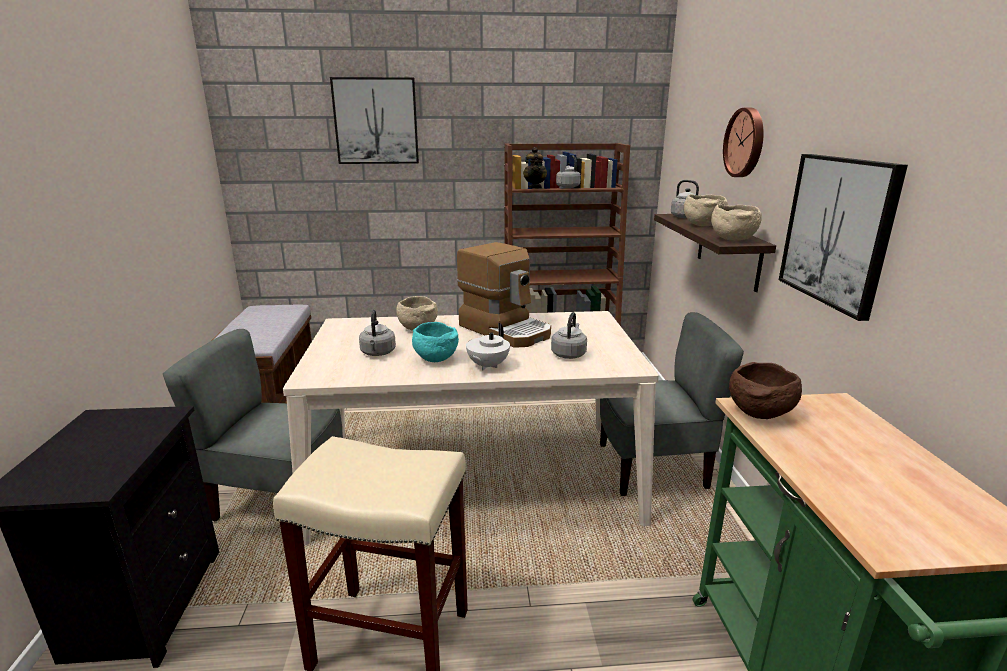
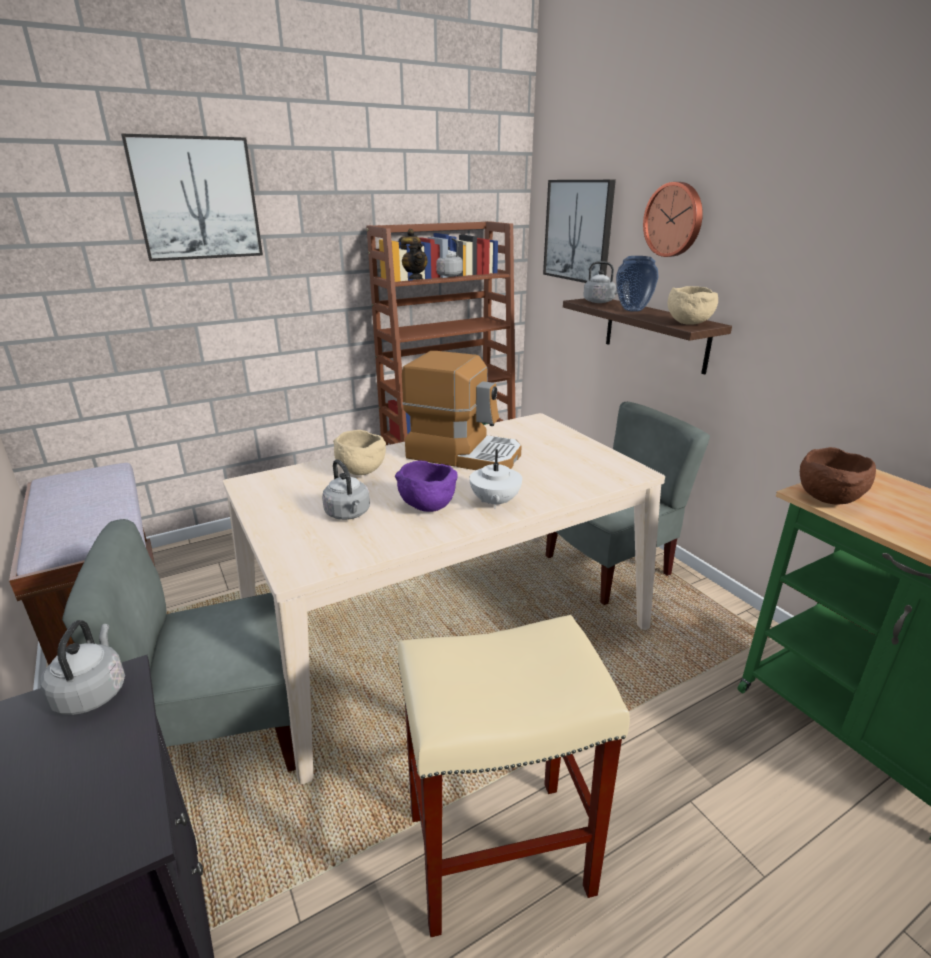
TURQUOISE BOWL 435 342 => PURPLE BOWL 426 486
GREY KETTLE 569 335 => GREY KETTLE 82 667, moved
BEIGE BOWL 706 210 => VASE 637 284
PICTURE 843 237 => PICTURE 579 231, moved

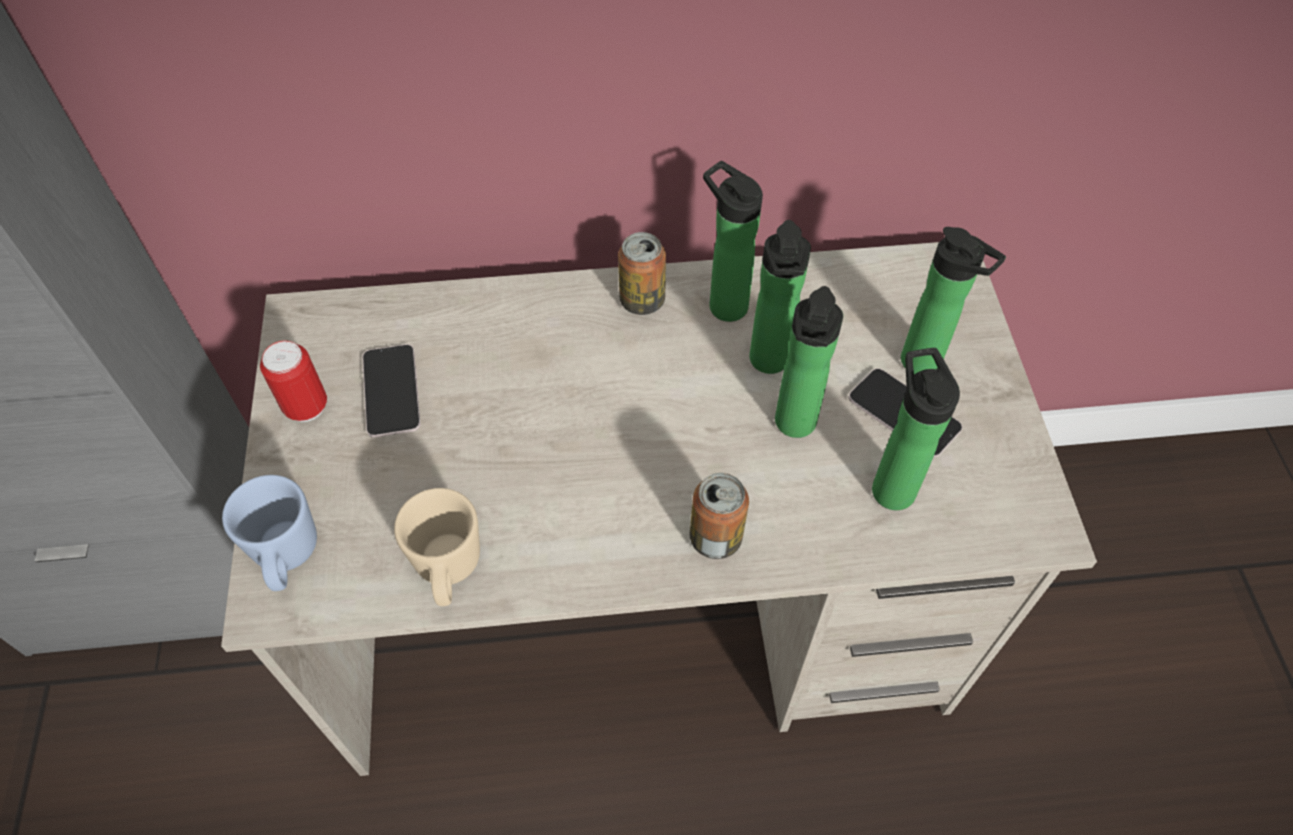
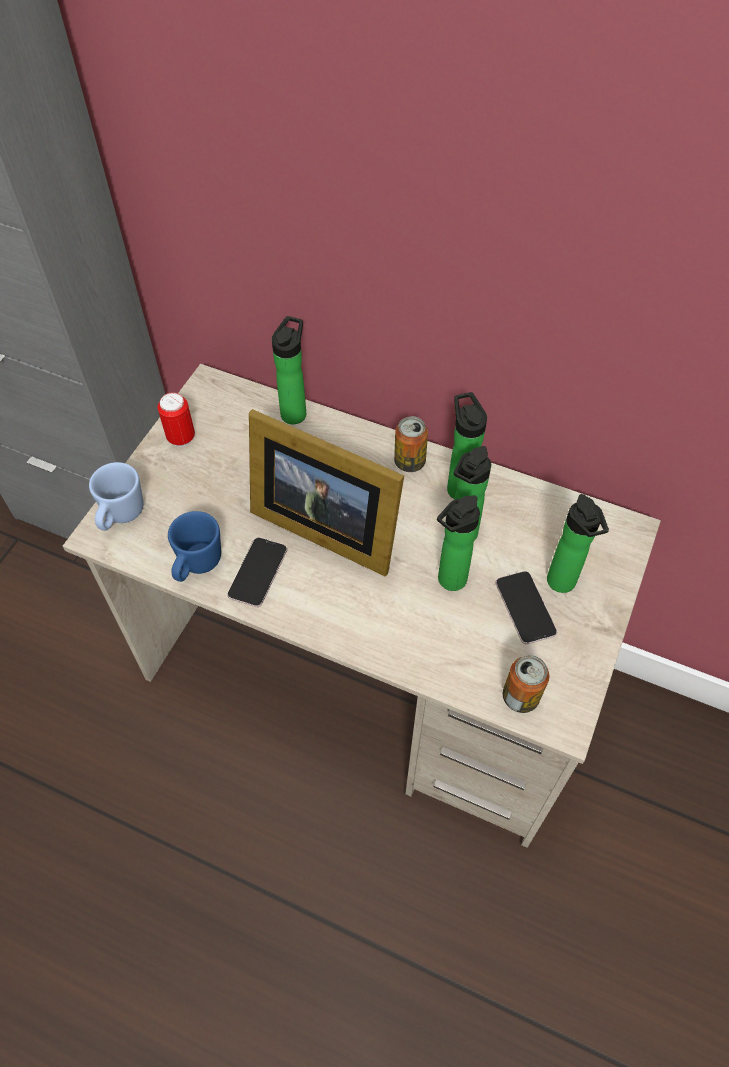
PHONE 391 391 => PHONE 257 572, moved
BEIGE MUG 437 547 => BLUE MUG 194 546
CAN 719 516 => CAN 526 684, moved
BOTTLE 916 429 => BOTTLE 289 370, moved
nothing => PICTURE FRAME 326 492

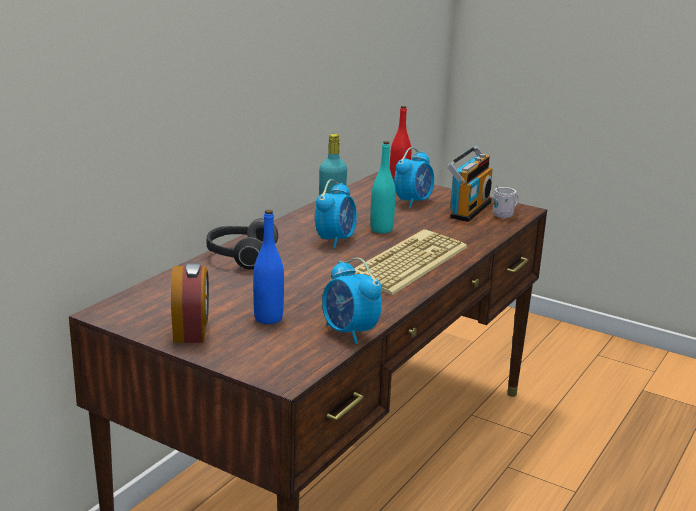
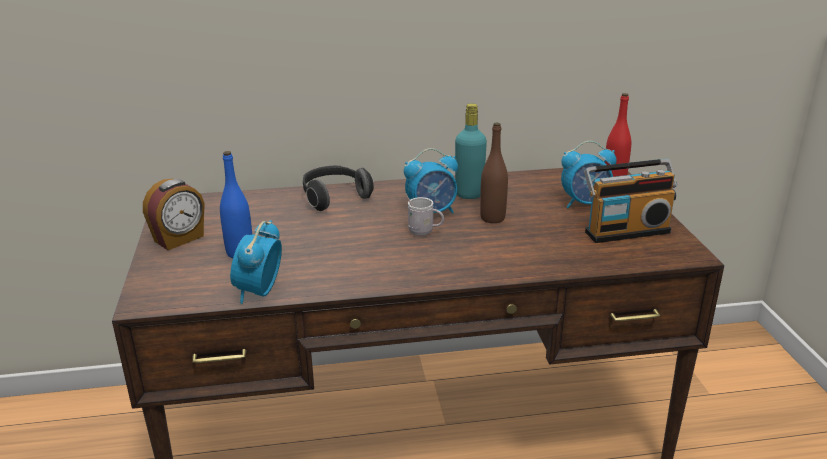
KEYBOARD 410 262 => nothing
TURQUOISE BOTTLE 383 187 => BROWN BOTTLE 494 172
WHITE MUG 506 201 => WHITE MUG 424 214, moved

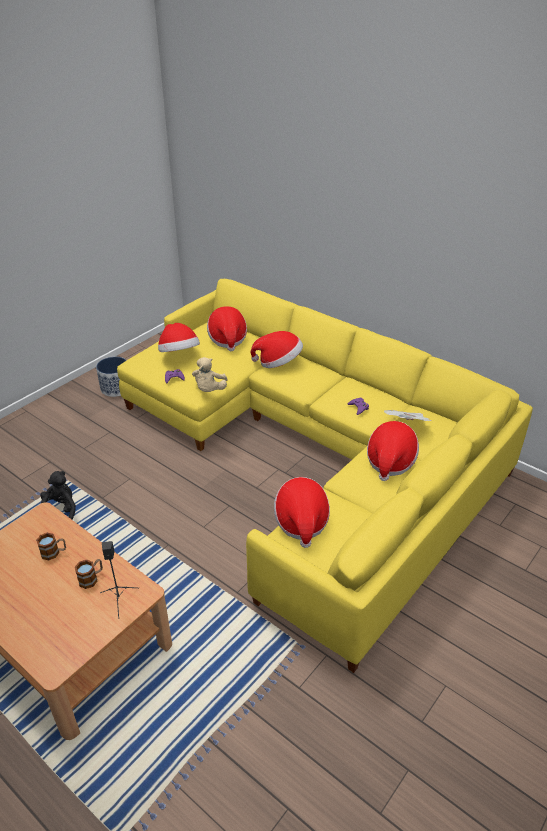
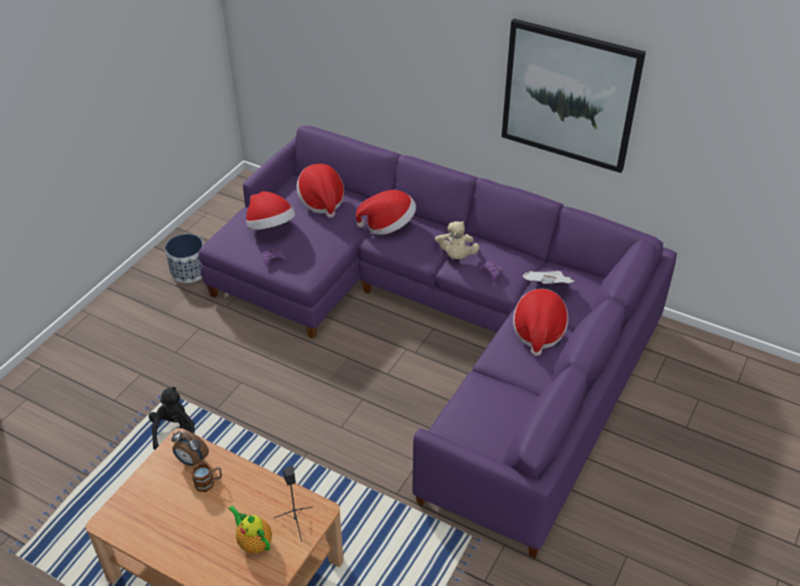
MUG 89 574 => nothing
YELLOW SOFA 325 476 => PURPLE SOFA 437 341
BEIGE PLUSH TOY 210 374 => BEIGE PLUSH TOY 457 240, moved
HAT 302 512 => nothing
nothing => ALARM CLOCK 190 448
nothing => TEAPOT 250 529
nothing => PICTURE 574 96

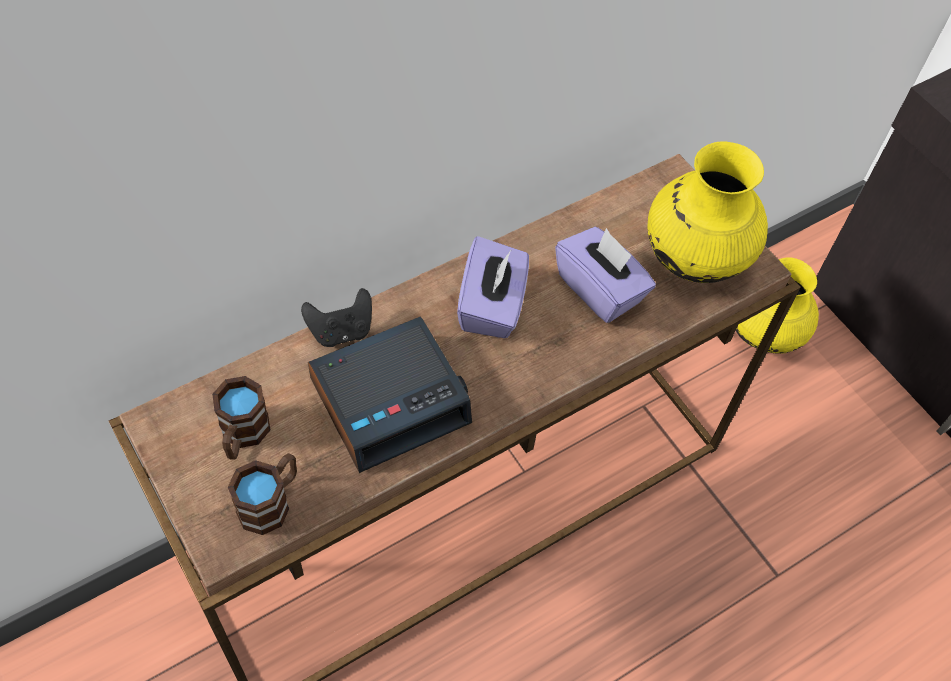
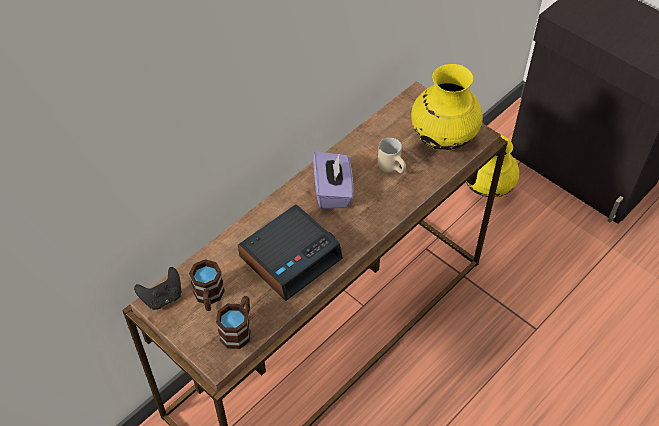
BLACK GAME CONTROLLER 336 317 => BLACK GAME CONTROLLER 157 288, moved
PURPLE TISSUE BOX 605 275 => BEIGE MUG 392 155

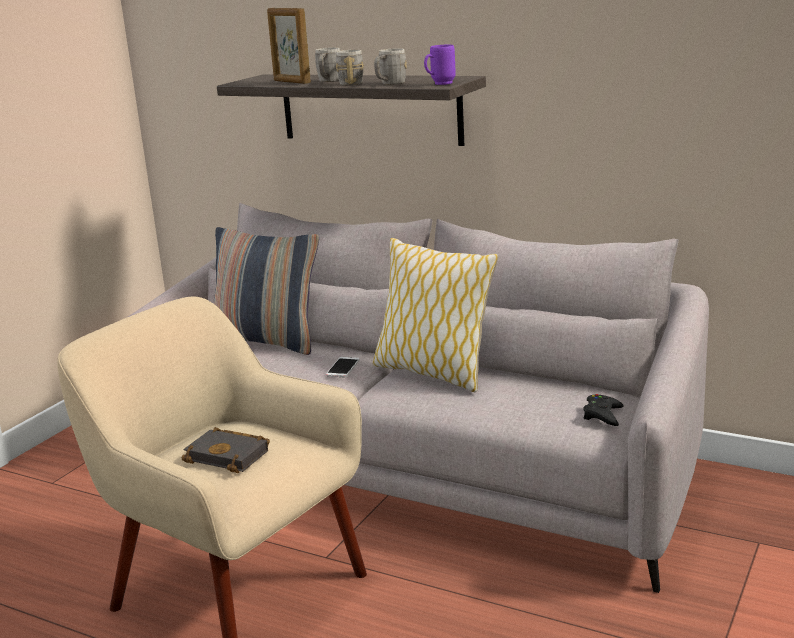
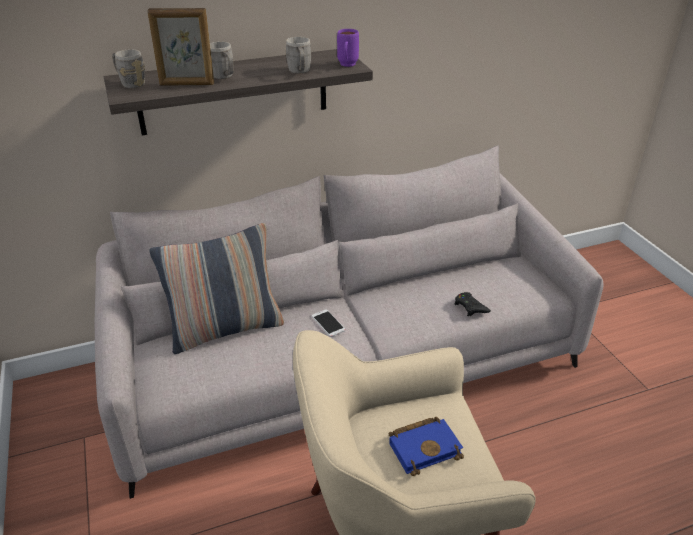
BLACK BOOK 226 450 => BLUE BOOK 426 446
GREY MUG 350 67 => GREY MUG 128 68, moved
PILLOW 435 315 => nothing
BLACK GAME CONTROLLER 603 410 => BLACK GAME CONTROLLER 472 304, moved

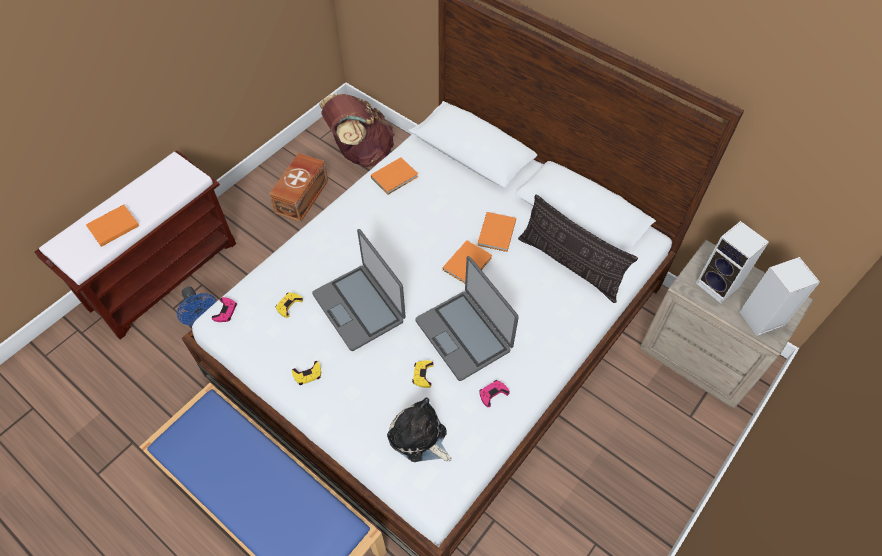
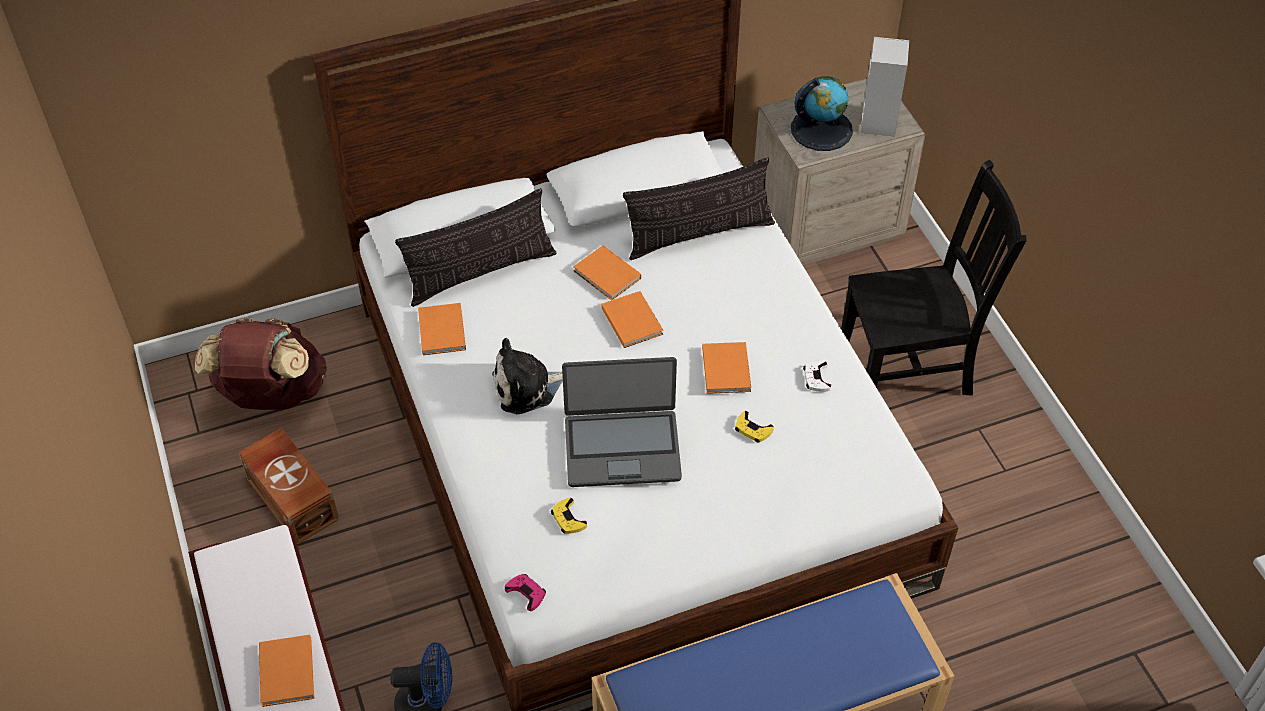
YELLOW GAME CONTROLLER 306 373 => nothing
PLUSH TOY 419 430 => PLUSH TOY 527 376, moved
LAPTOP 467 318 => ORANGE BOOK 726 368
PINK GAME CONTROLLER 494 393 => WHITE GAME CONTROLLER 817 376
SPEAKER 732 262 => GLOBE 822 113
nothing => PILLOW 476 247
nothing => BLACK CHAIR 934 278

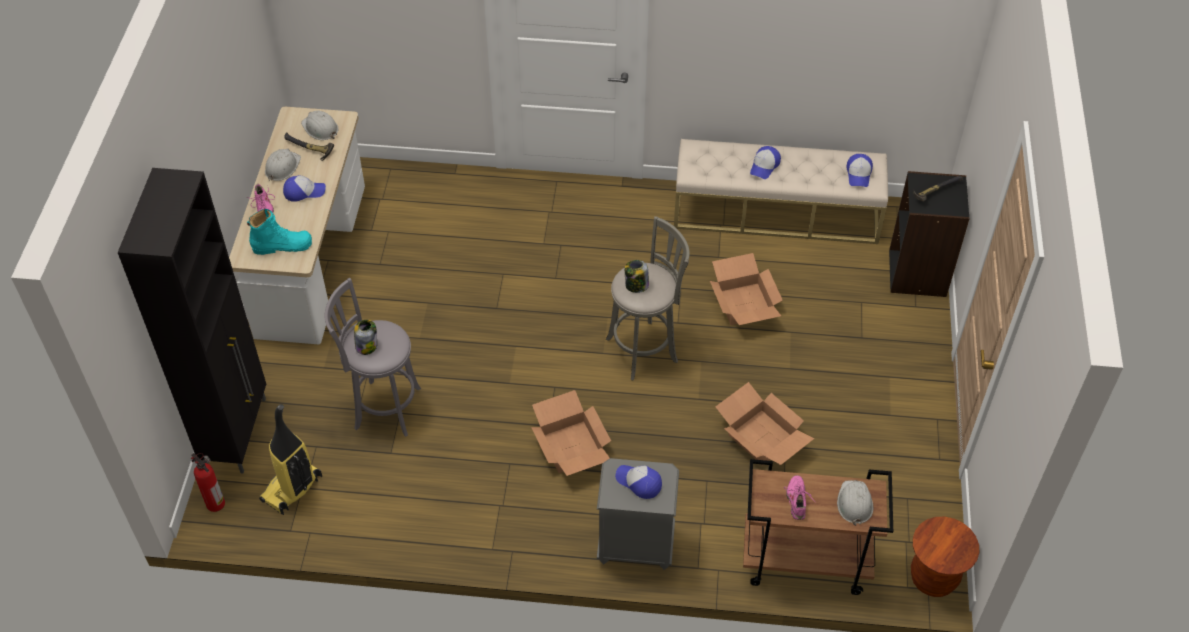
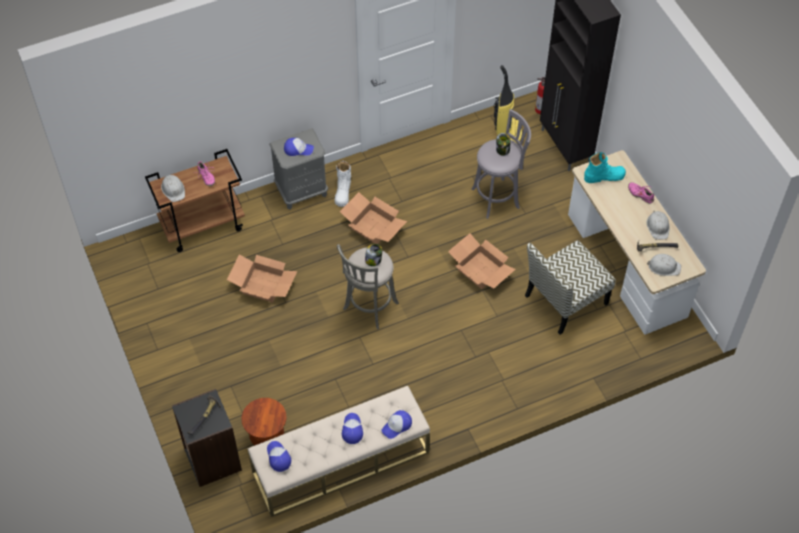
TURQUOISE BOOT 279 232 => TURQUOISE BOOT 605 167, 150 degrees counterclockwise
CAP 304 188 => CAP 396 424, moved
CARDBOARD BOX 746 289 => CARDBOARD BOX 482 261, moved
BROWN STOOL 945 557 => BROWN STOOL 264 422, moved
nothing => WHITE BOOT 342 184
nothing => CHAIR 570 287

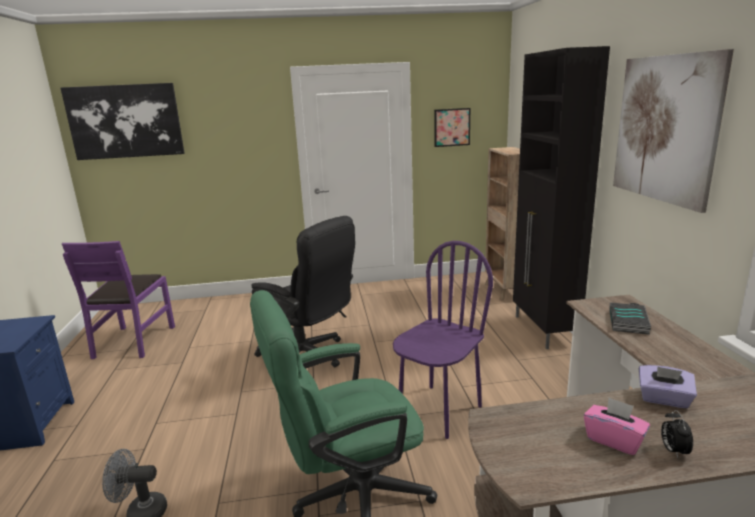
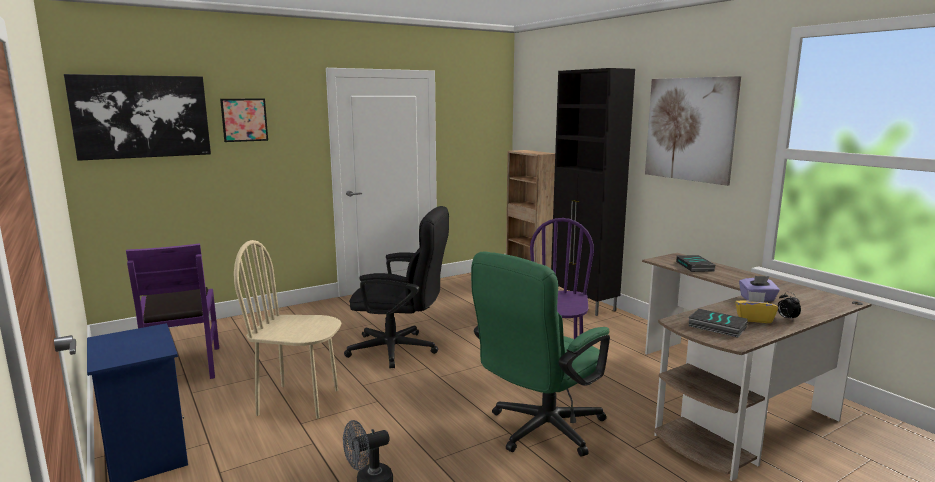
PICTURE 452 127 => PICTURE 244 120, moved
PINK TISSUE BOX 617 426 => YELLOW TISSUE BOX 756 307
nothing => BEIGE CHAIR 287 329
nothing => BOOK 718 323

